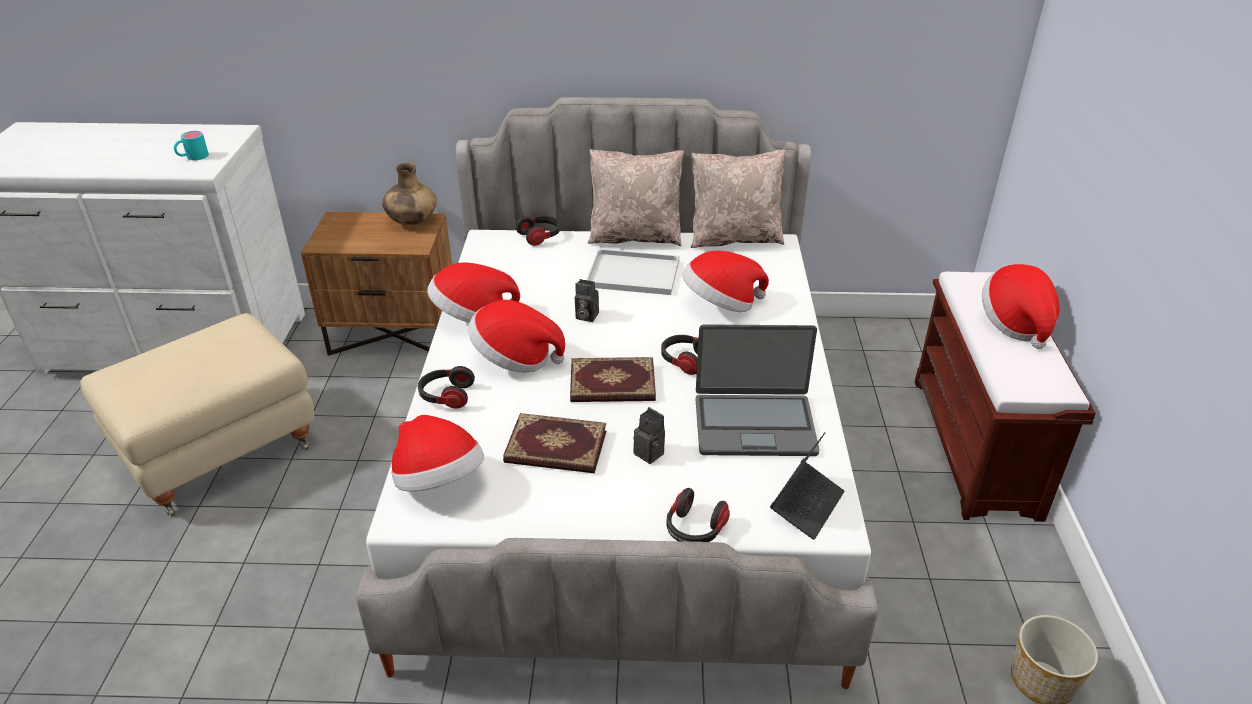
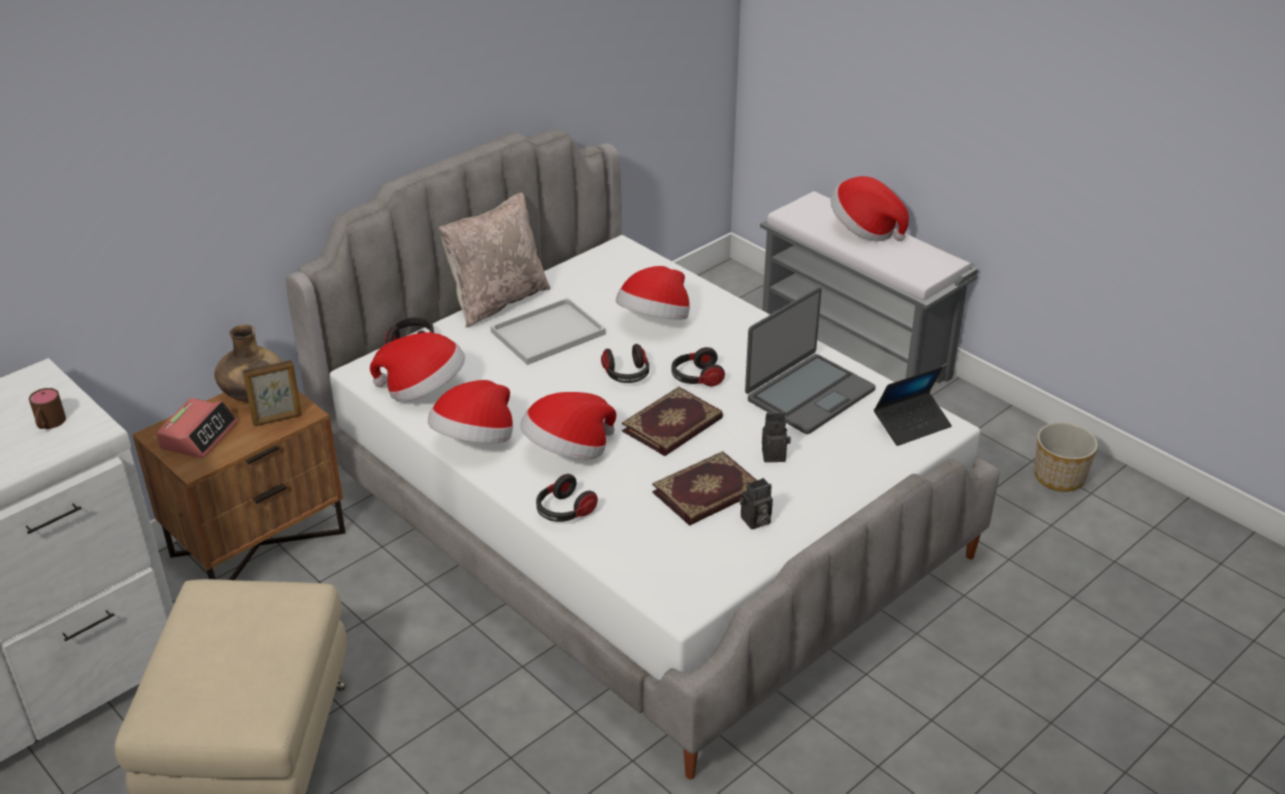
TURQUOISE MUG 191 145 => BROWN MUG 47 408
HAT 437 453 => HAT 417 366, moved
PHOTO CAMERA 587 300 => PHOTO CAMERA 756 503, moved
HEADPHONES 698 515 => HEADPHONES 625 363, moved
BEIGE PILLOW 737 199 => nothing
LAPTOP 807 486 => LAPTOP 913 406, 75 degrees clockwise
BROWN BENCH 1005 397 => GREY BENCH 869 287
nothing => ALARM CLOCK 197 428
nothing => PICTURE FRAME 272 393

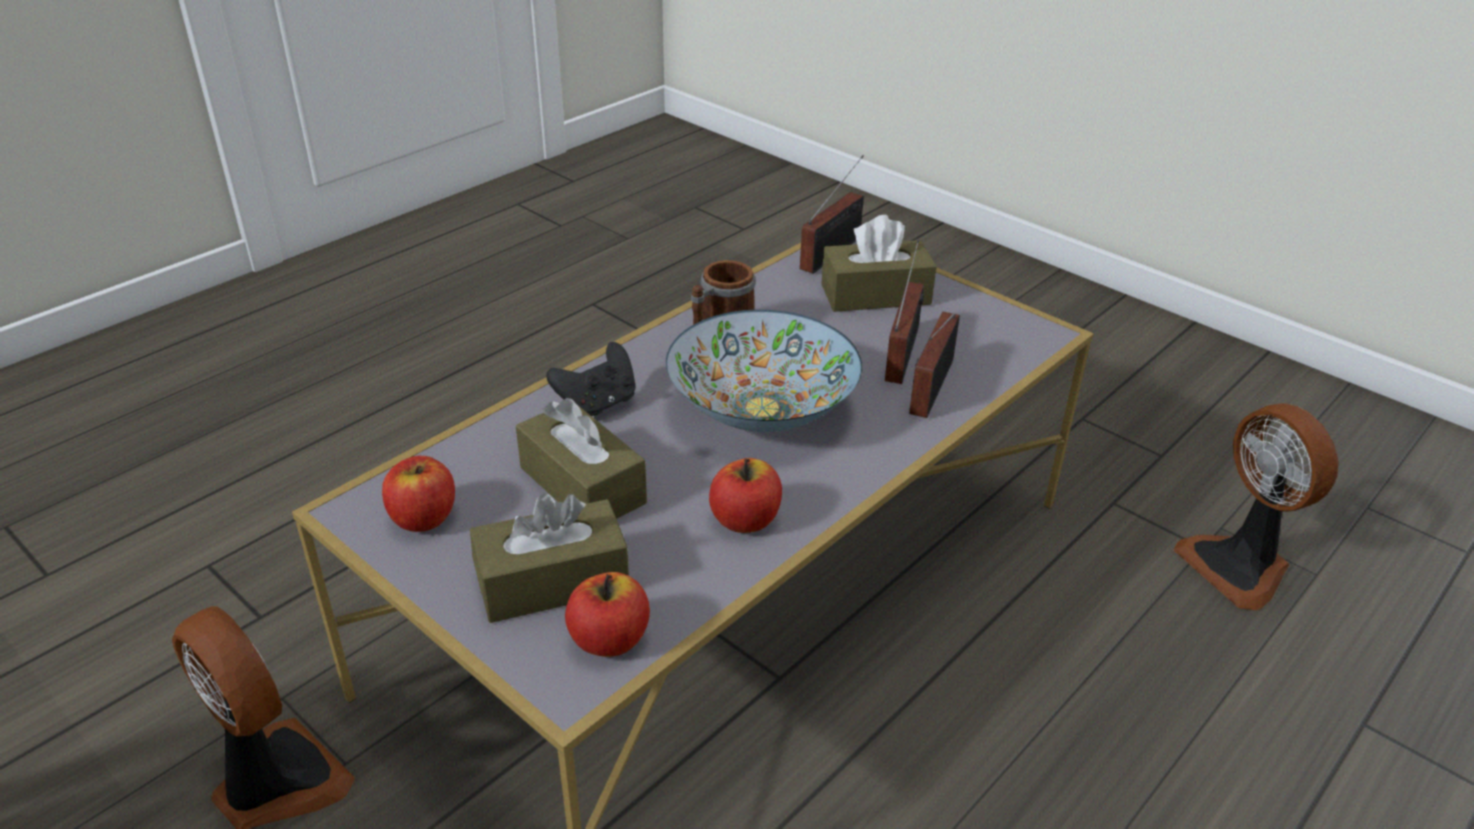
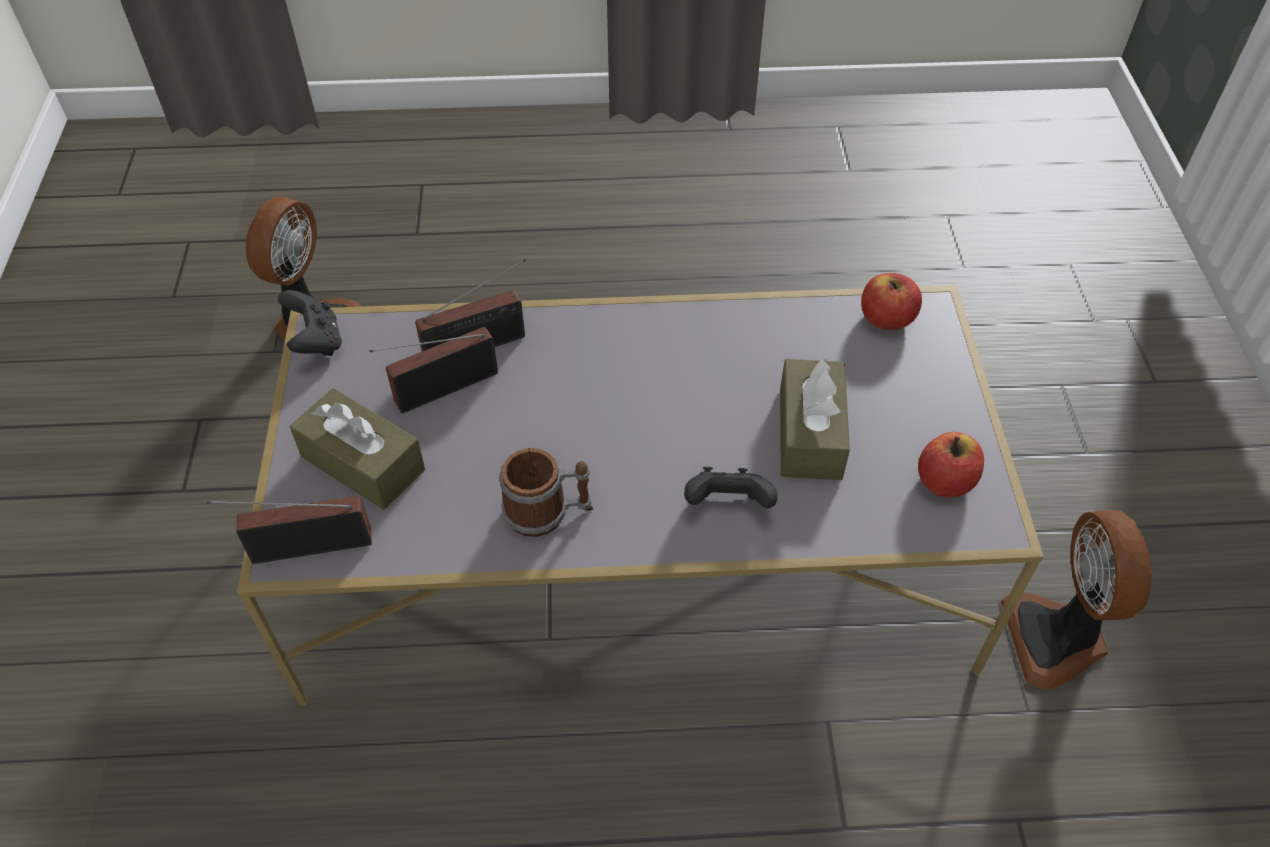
BROWN TISSUE BOX 549 558 => nothing
BOWL 764 371 => nothing
APPLE 745 495 => nothing
nothing => BLACK GAME CONTROLLER 310 323

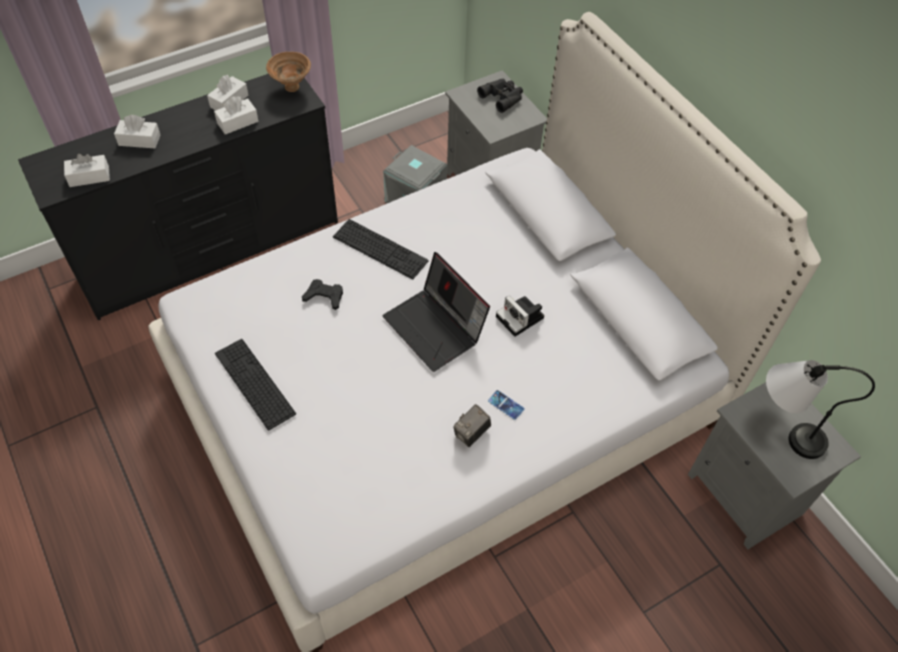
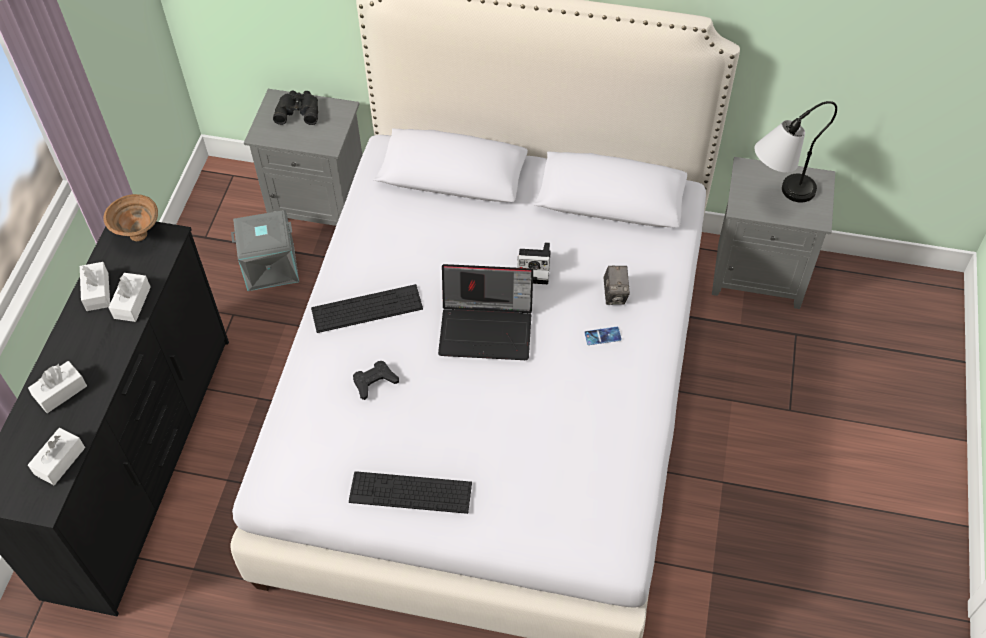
PHOTO CAMERA 472 425 => PHOTO CAMERA 616 285, moved

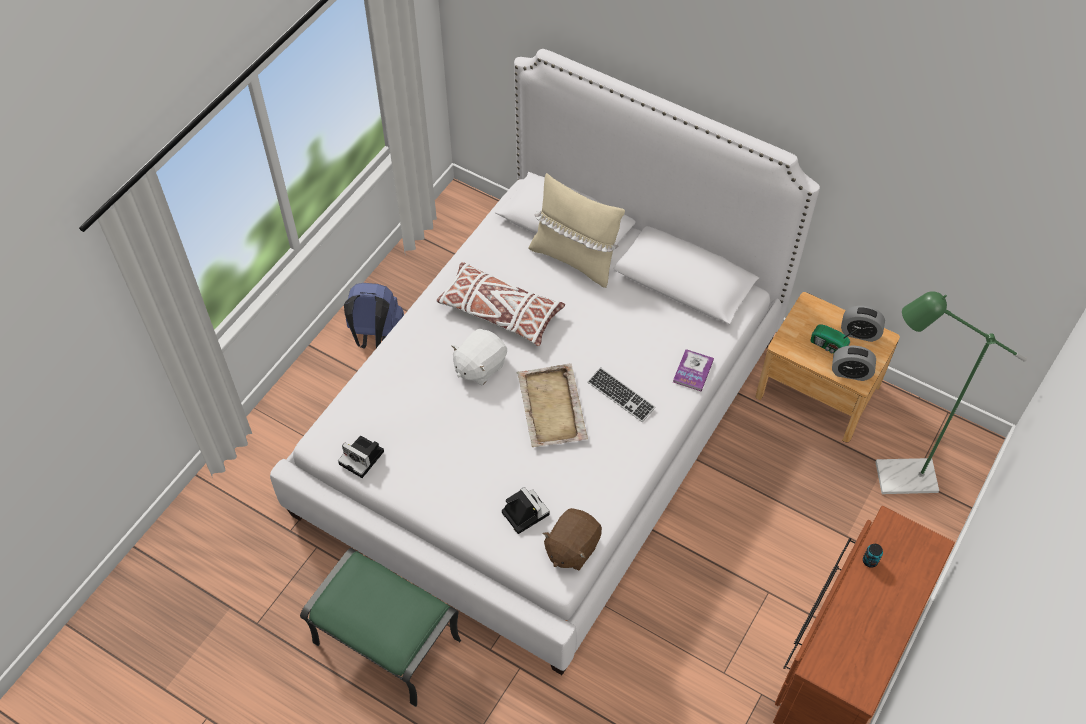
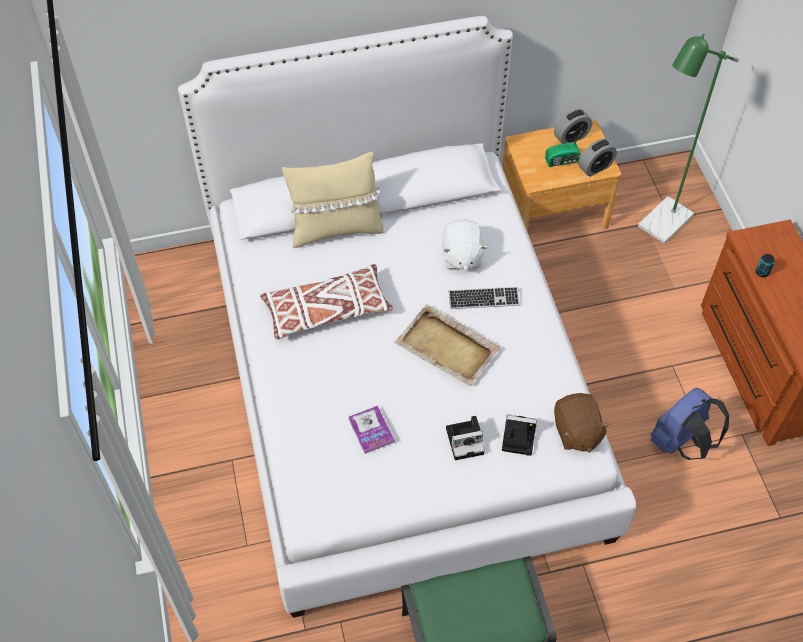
PHOTO CAMERA 361 457 => PHOTO CAMERA 465 438, moved
BLUE BACKPACK 374 316 => BLUE BACKPACK 689 424, moved
WHITE PLUSH TOY 479 357 => WHITE PLUSH TOY 465 245, moved
BOOK 693 370 => BOOK 371 430, moved

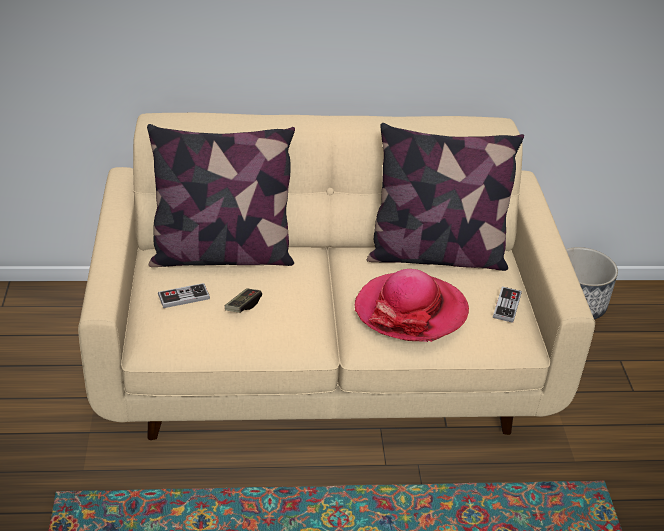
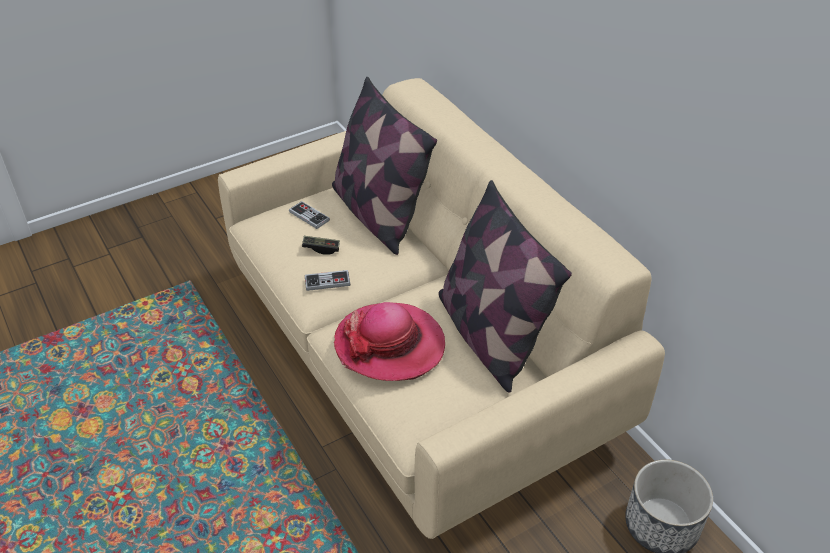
GAME CONTROLLER 507 305 => GAME CONTROLLER 327 280, moved

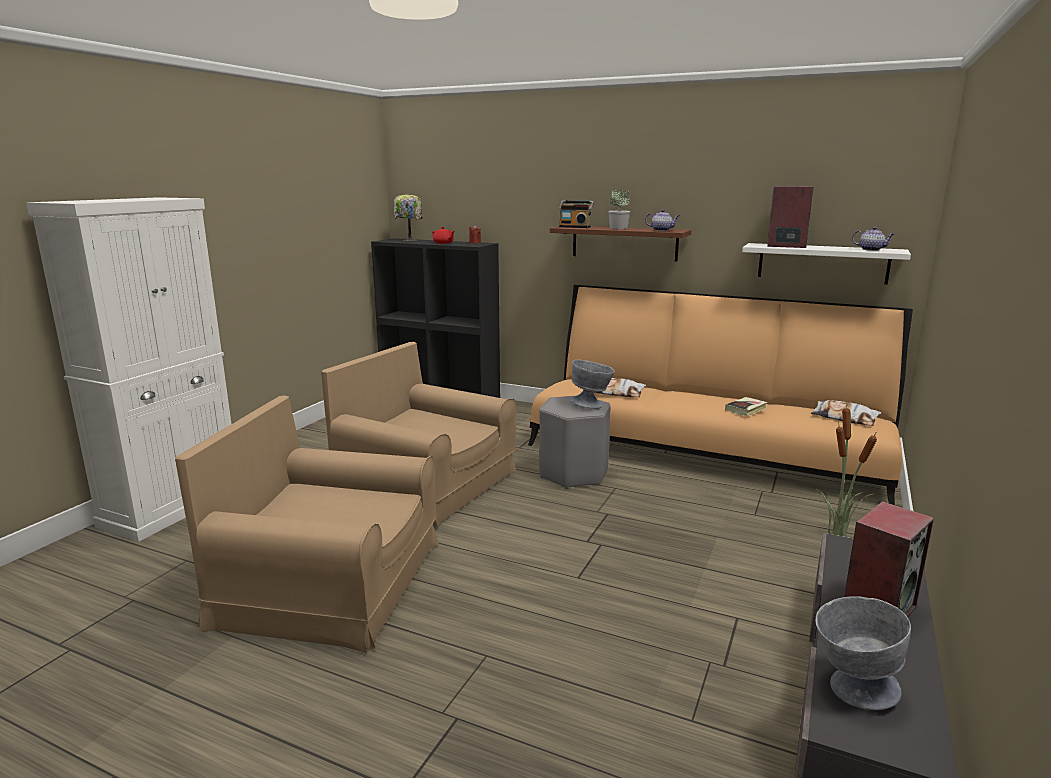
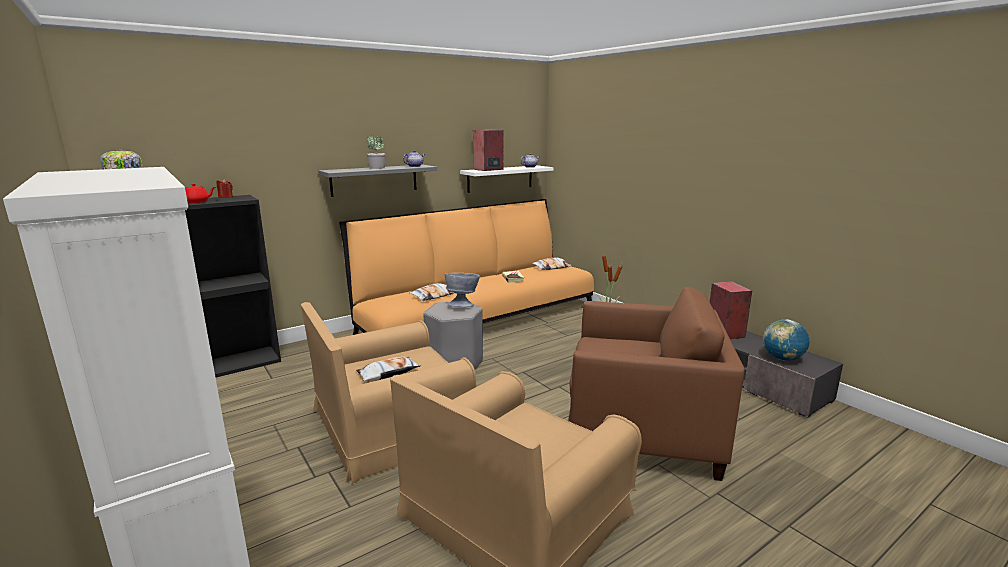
BROWN SHELF 620 244 => GREY SHELF 377 181
RADIO 576 214 => nothing
GREY BOWL 863 653 => GLOBE 786 340
nothing => PILLOW 388 368
nothing => BROWN ARMCHAIR 656 384

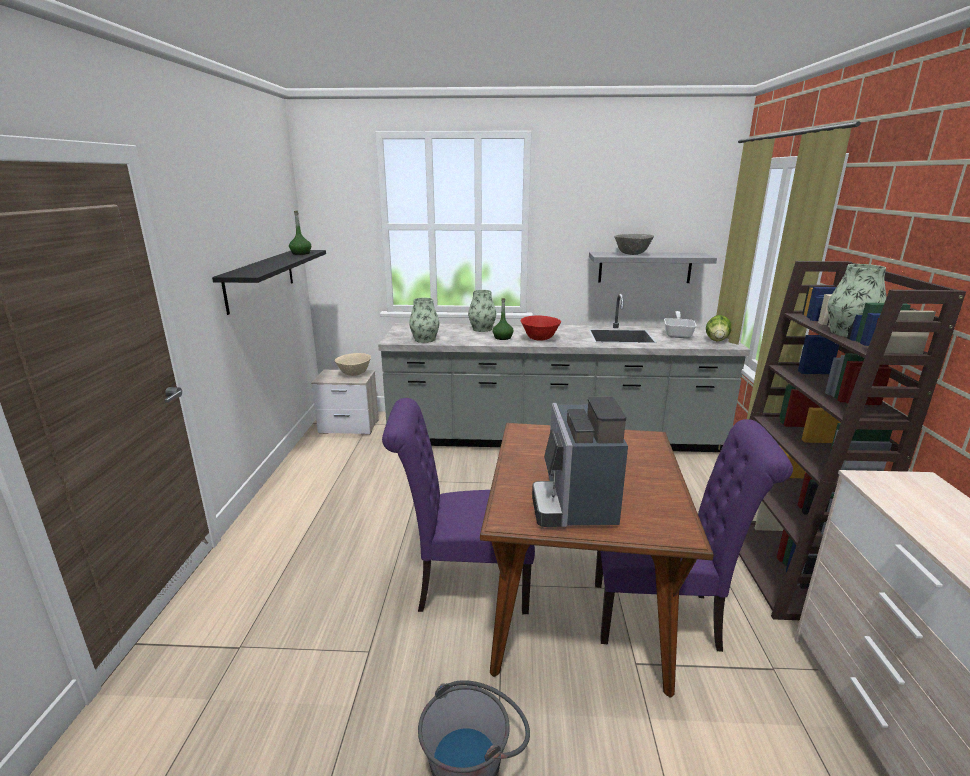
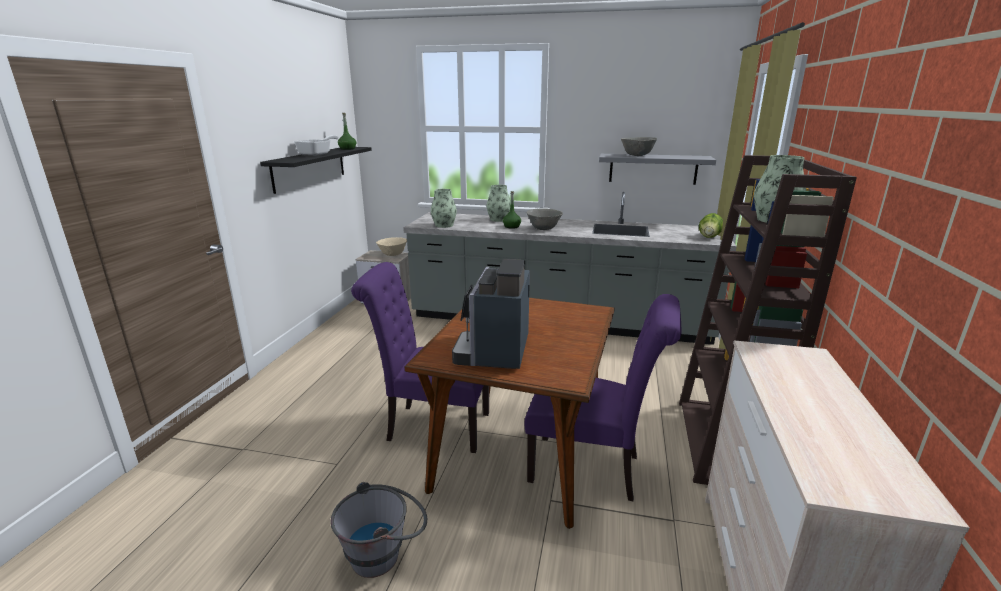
RED BOWL 541 328 => GREY BOWL 545 219
FRYING PAN 680 324 => FRYING PAN 316 145, moved

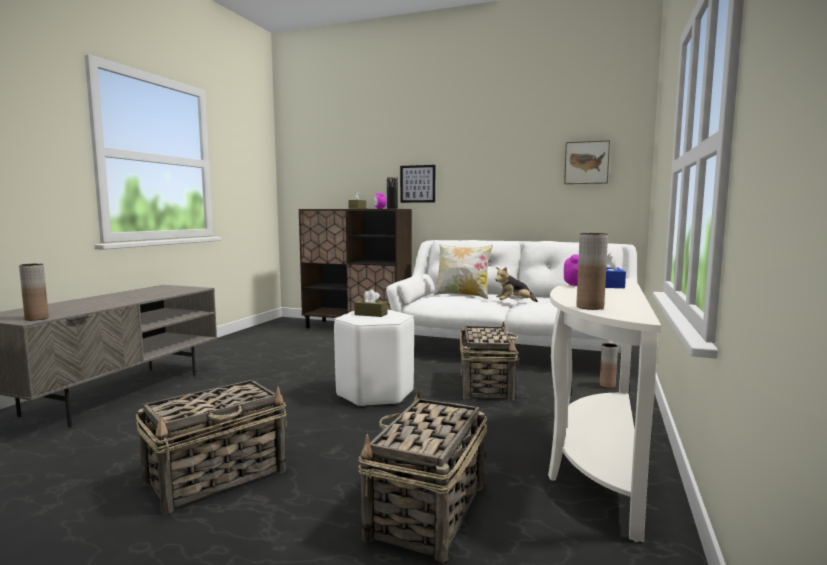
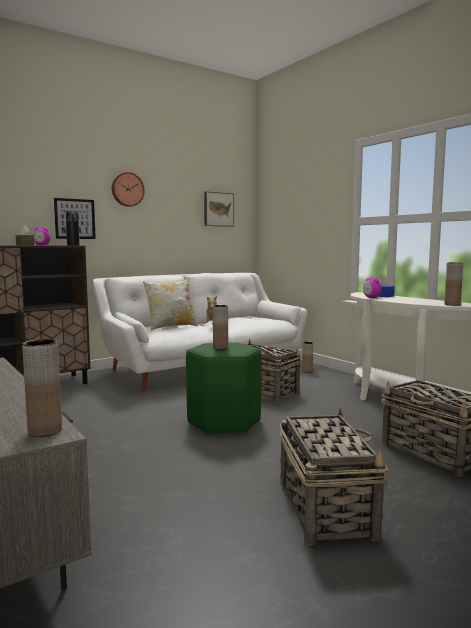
WHITE STOOL 374 358 => GREEN STOOL 224 389
BROWN TISSUE BOX 371 303 => BROWN VASE 220 327
nothing => WALL CLOCK 128 189

